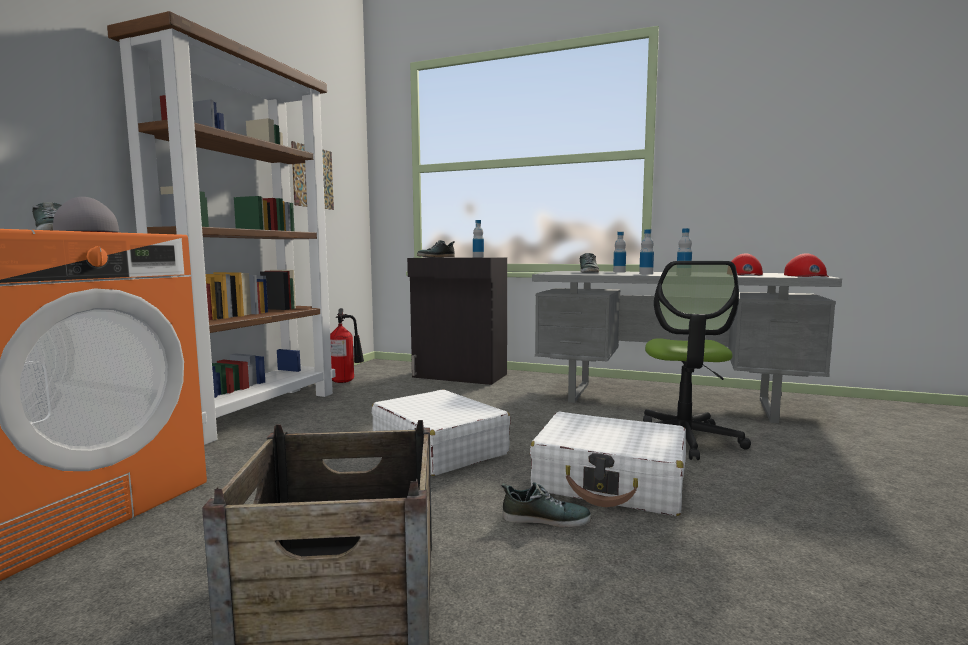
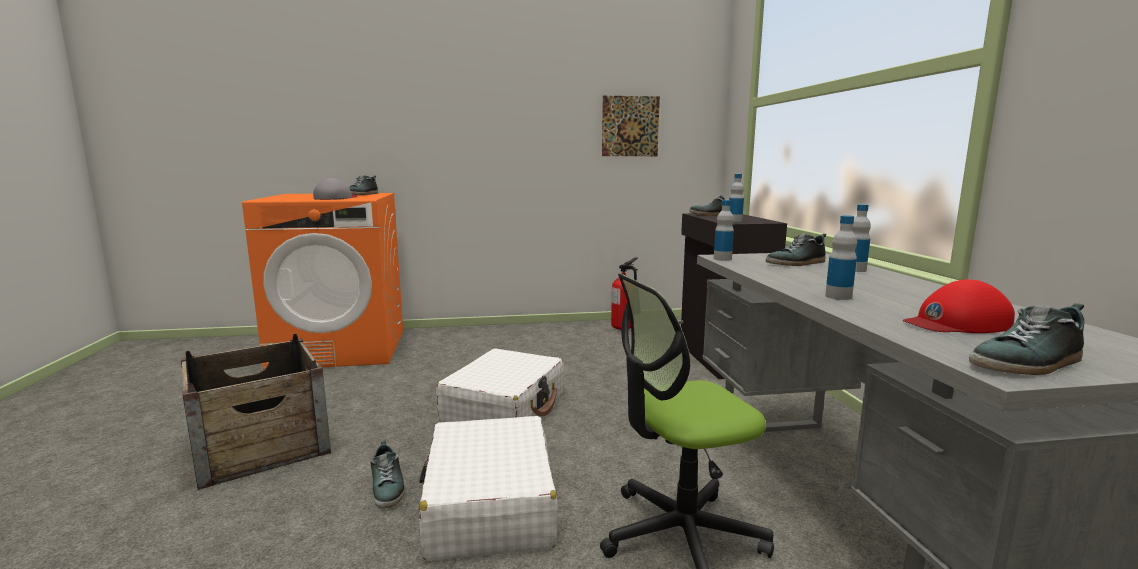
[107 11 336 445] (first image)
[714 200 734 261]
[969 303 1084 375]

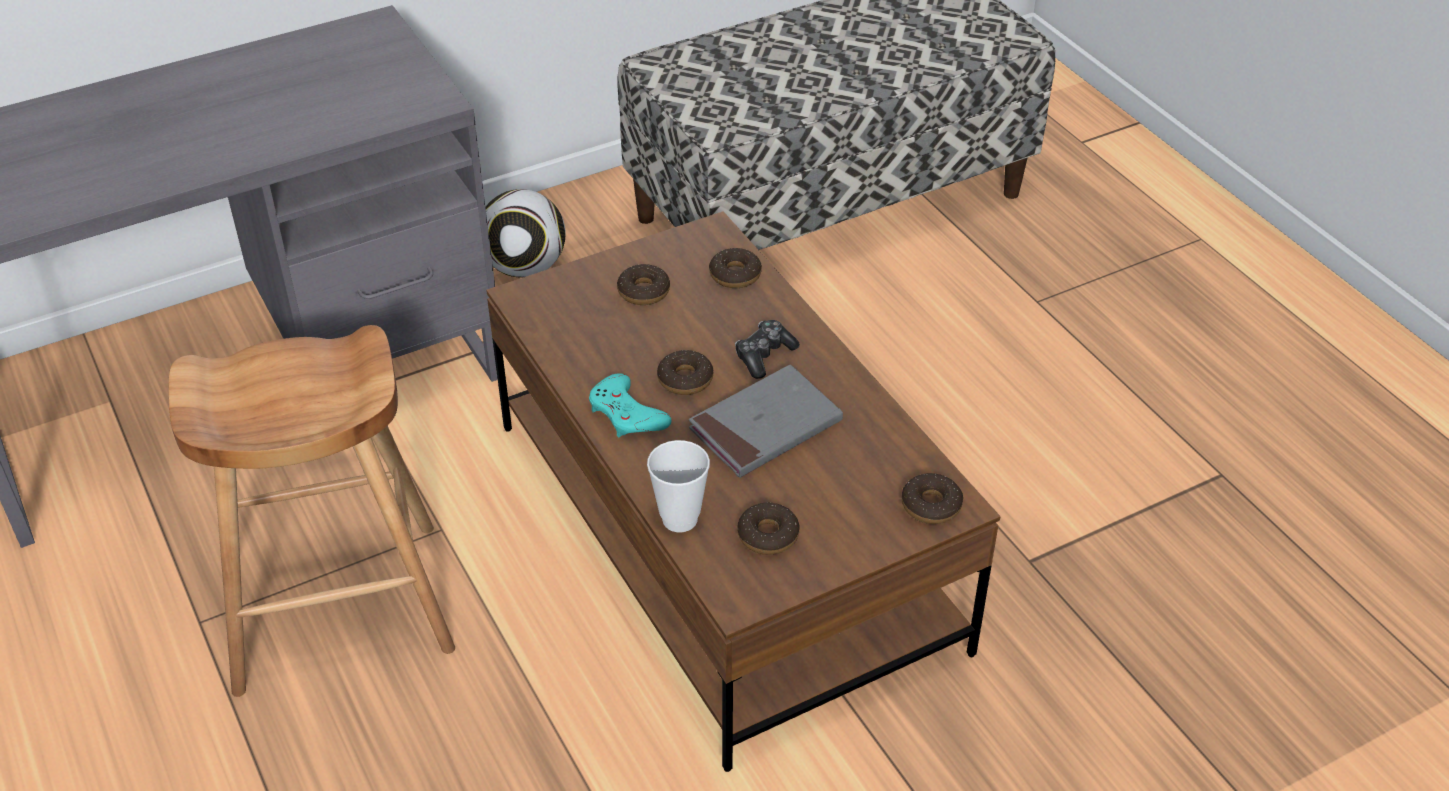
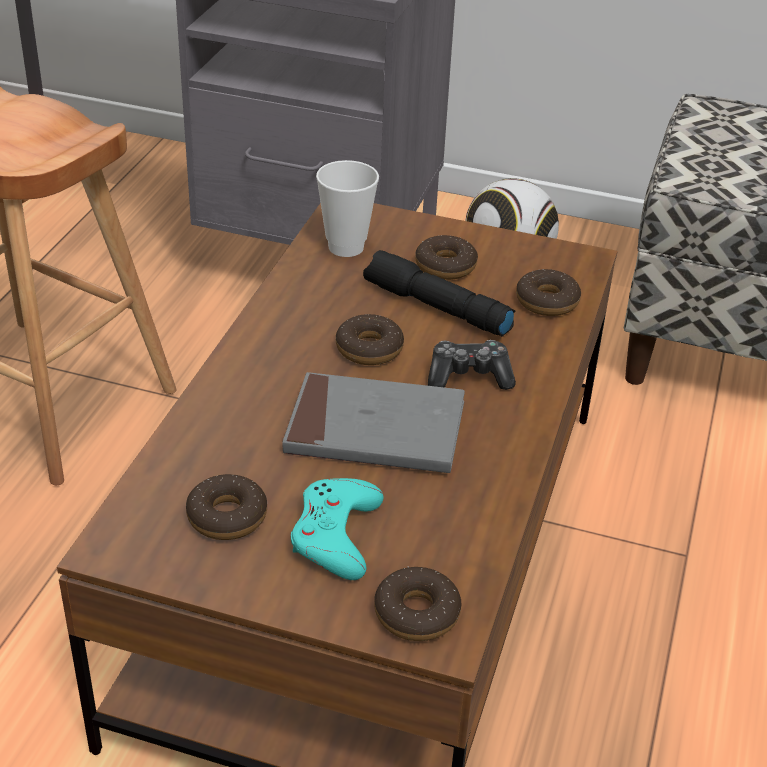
[291 478 384 580]
[316 160 379 257]
[363 250 515 337]

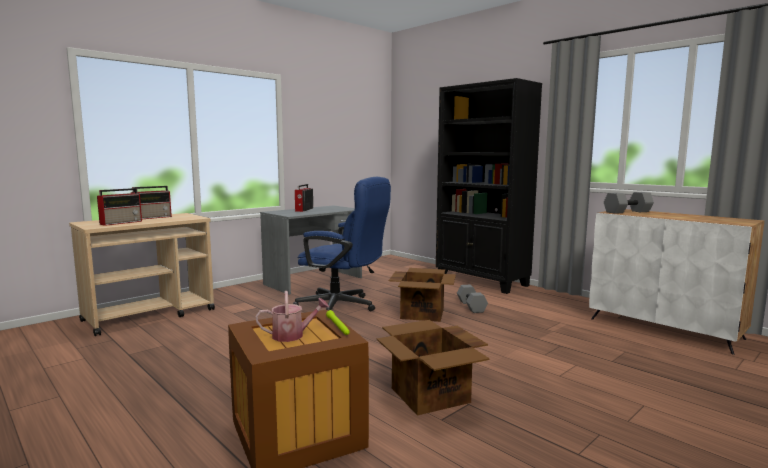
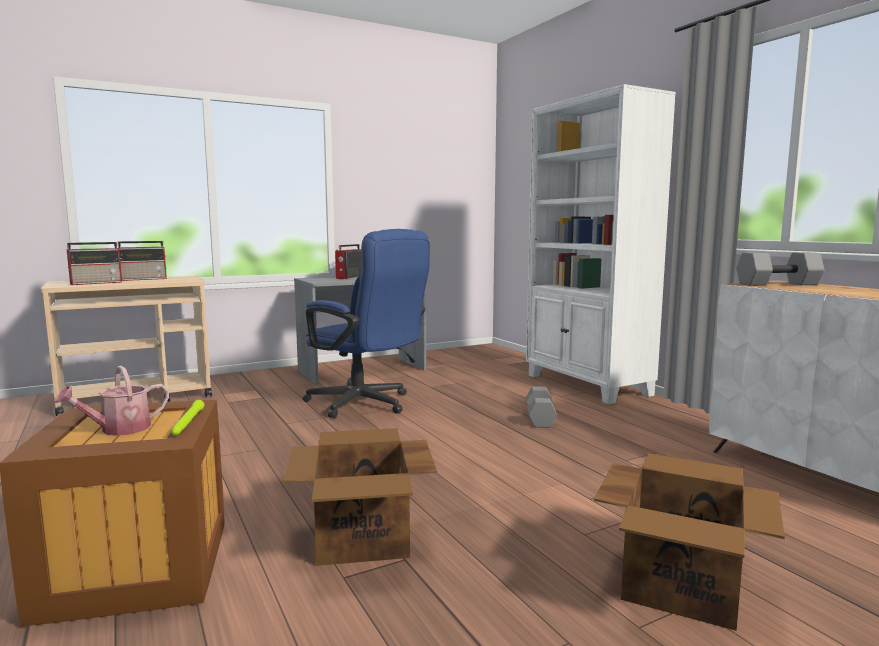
[526 84 676 405]
[594 453 785 631]
[55 366 169 436]

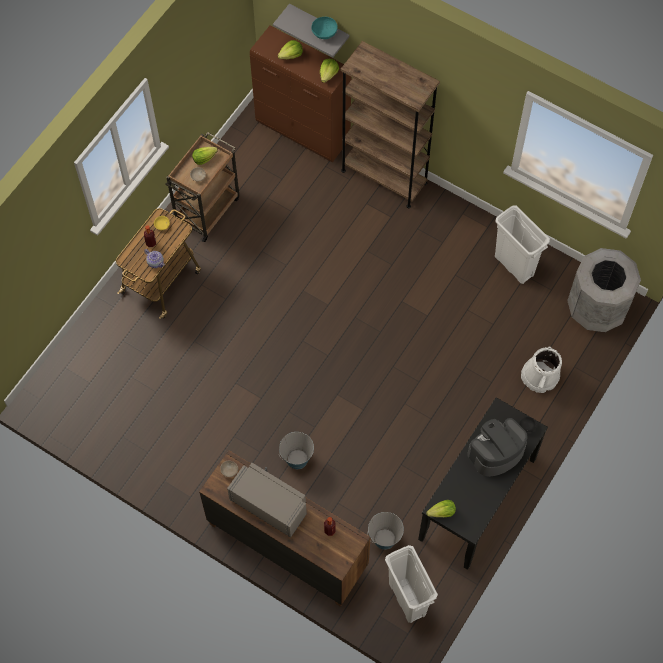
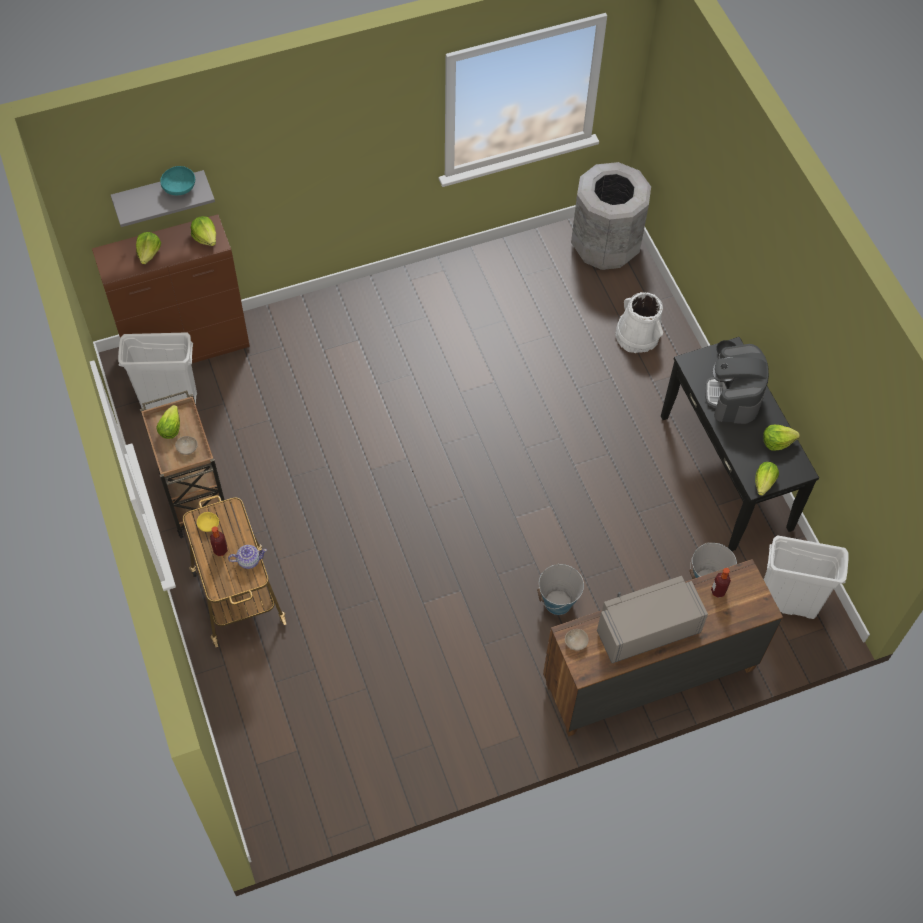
[340 41 440 208] (first image)
[118 332 197 410]
[763 425 800 451]

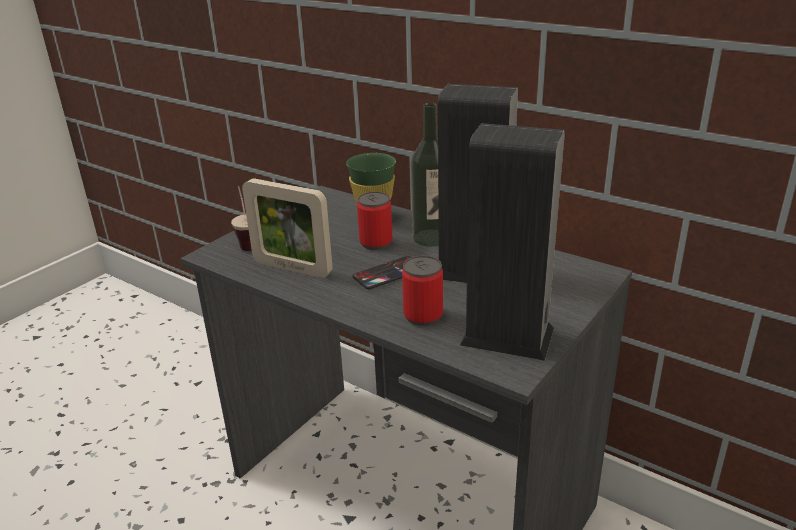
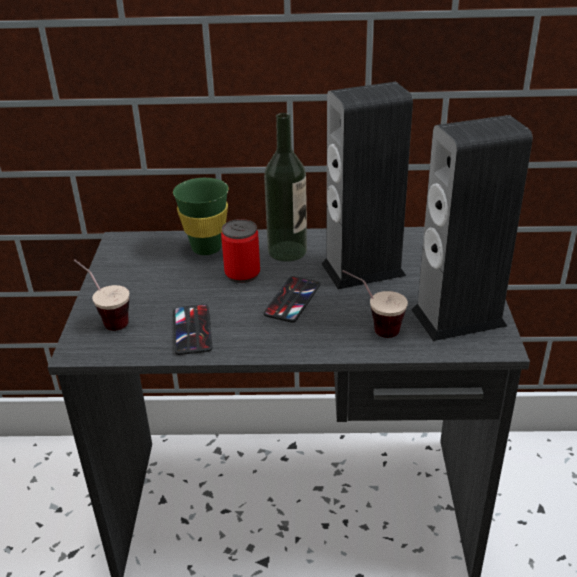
[173 304 213 355]
[342 270 408 338]

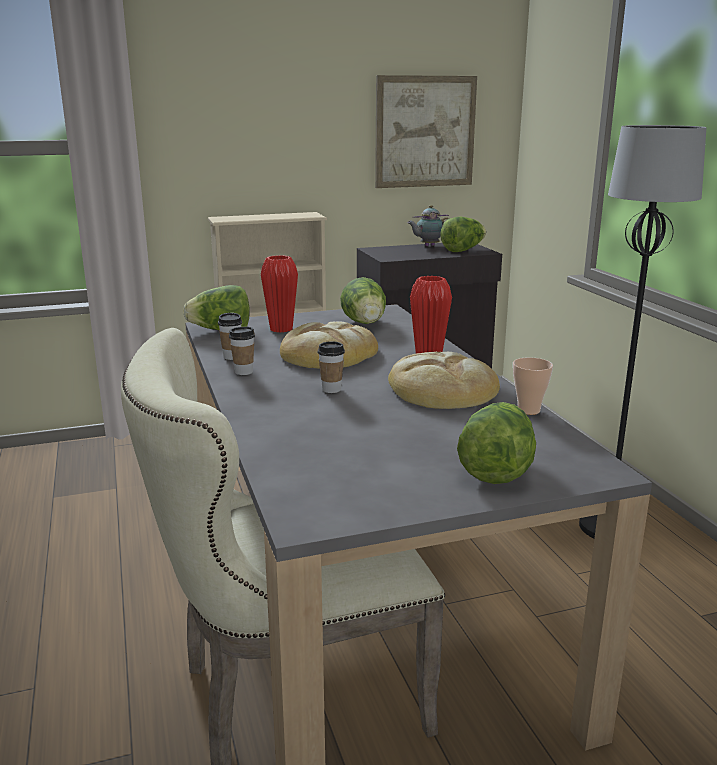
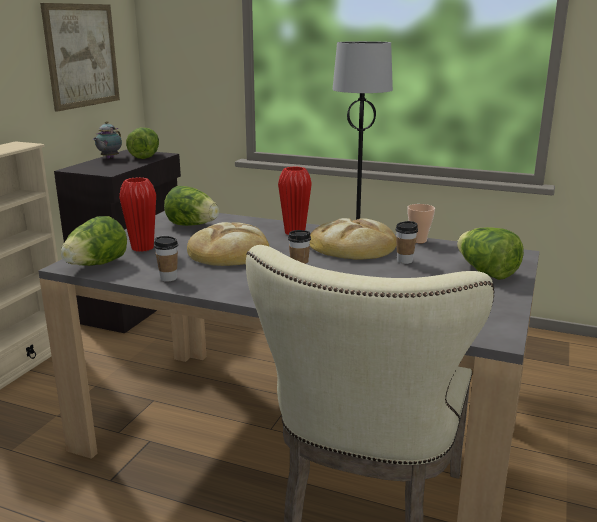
[396 221 418 264]

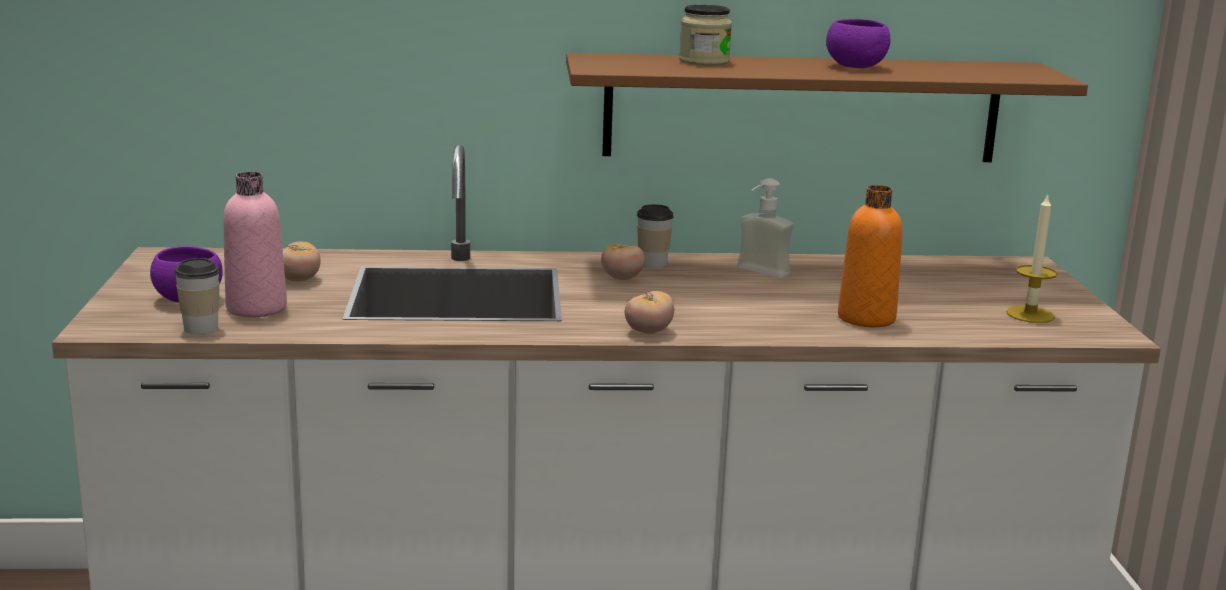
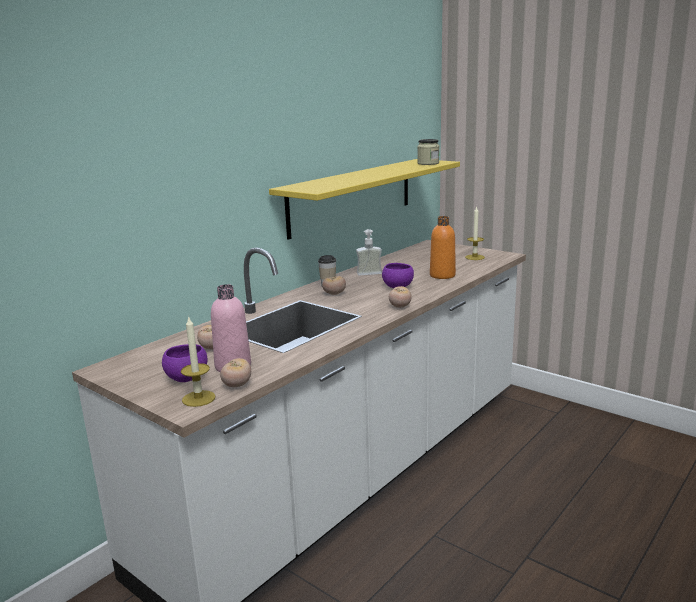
[417 139 439 165]
[382 263 414 288]
[269 159 460 240]
[220 358 251 387]
[181 316 215 407]

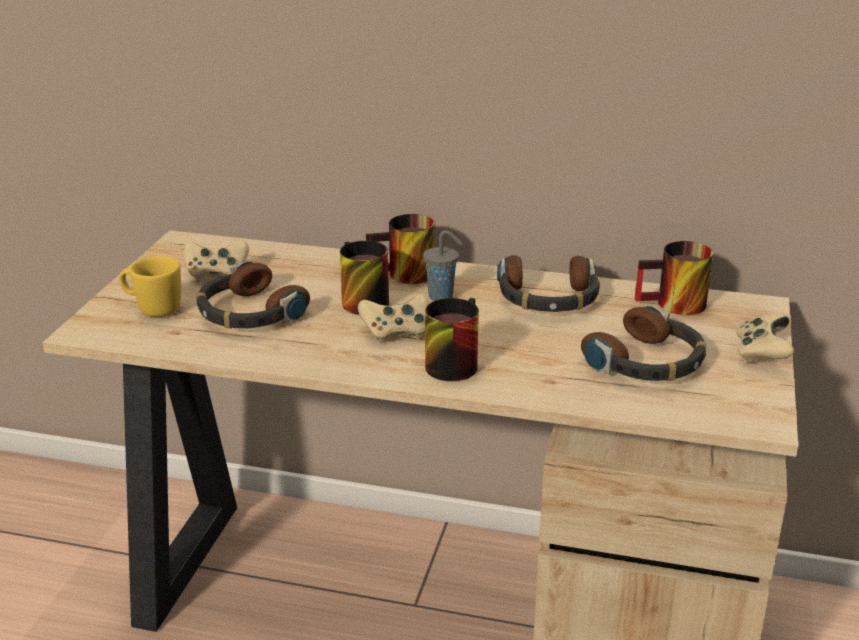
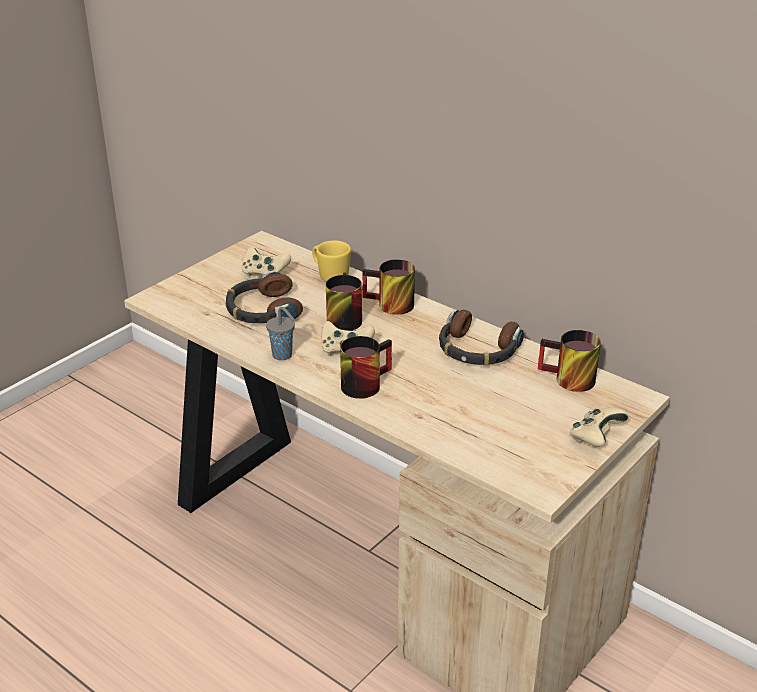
[266 307 295 360]
[312 240 351 282]
[581 305 707 381] (first image)

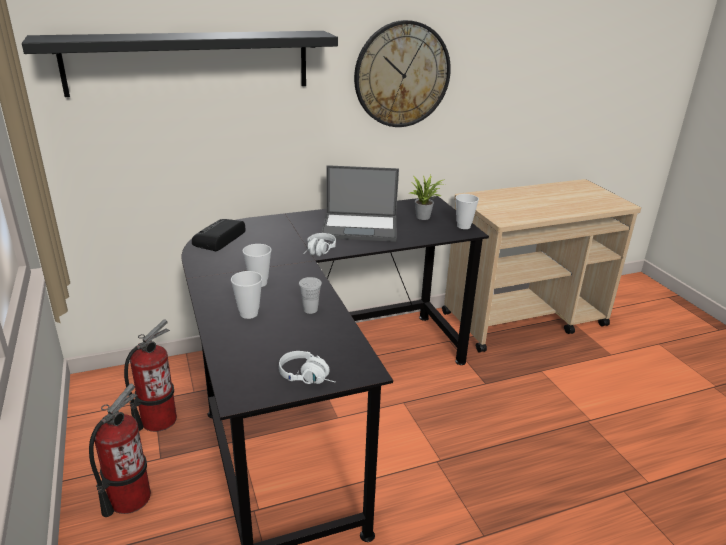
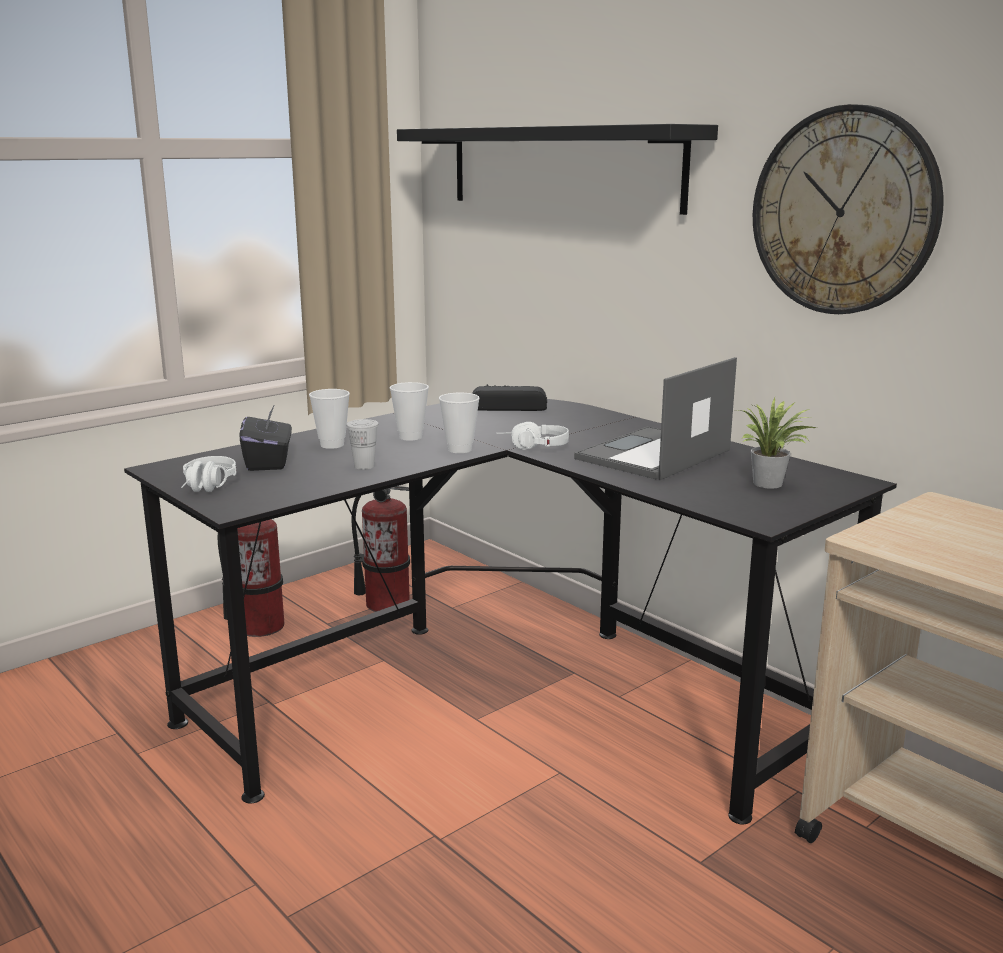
[574 357 737 480]
[439 393 480 453]
[240 404 292 471]

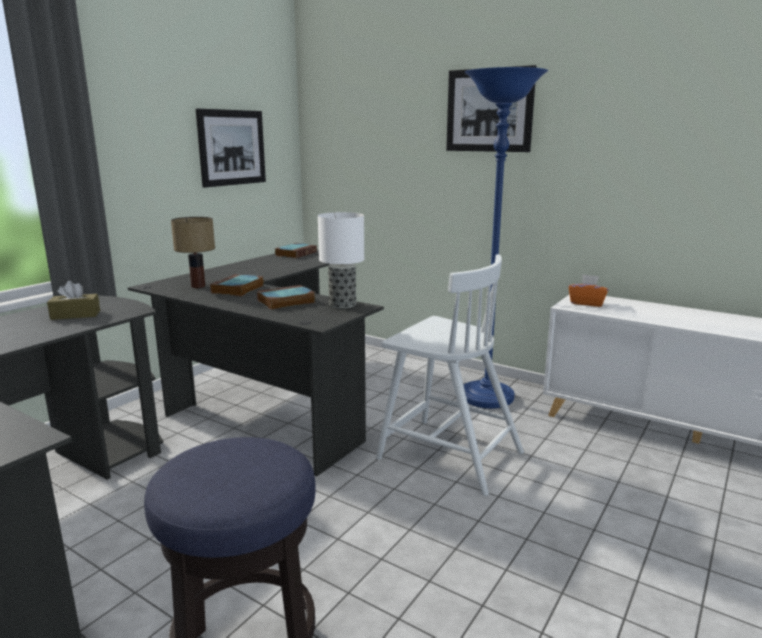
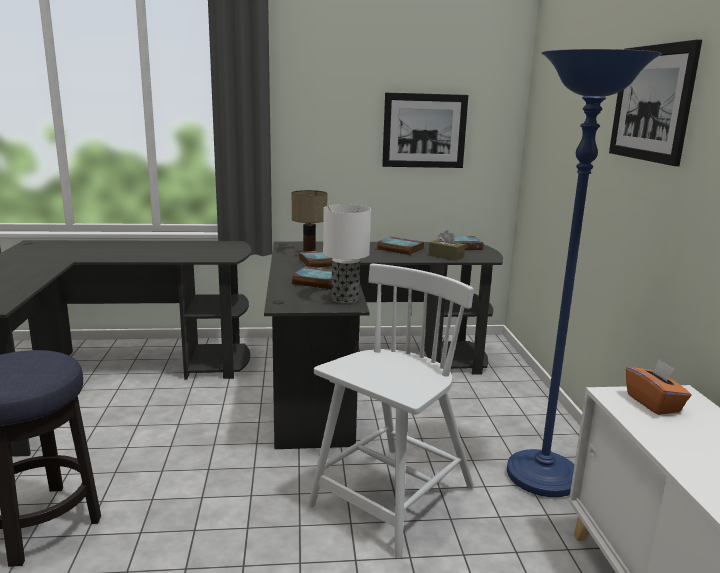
[308 263 474 558]
[429 230 465 261]
[377 237 424 255]

